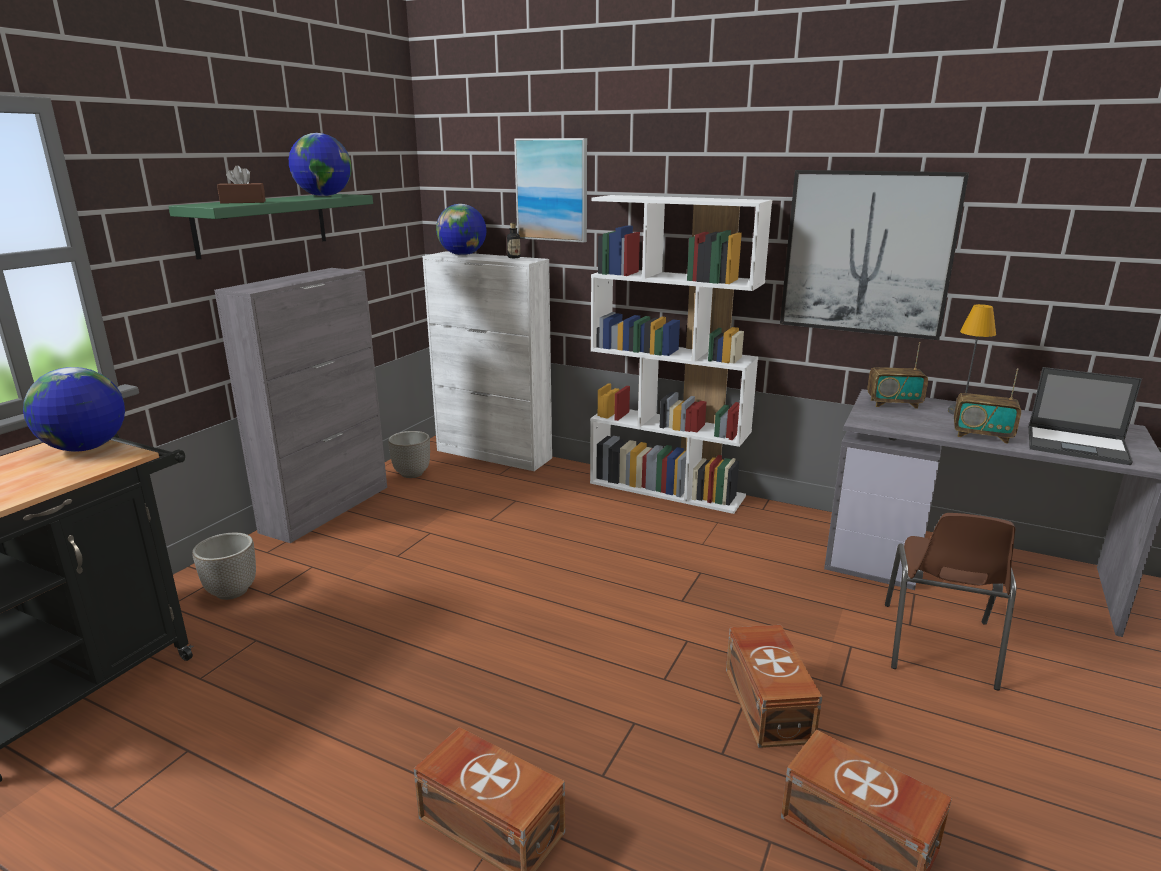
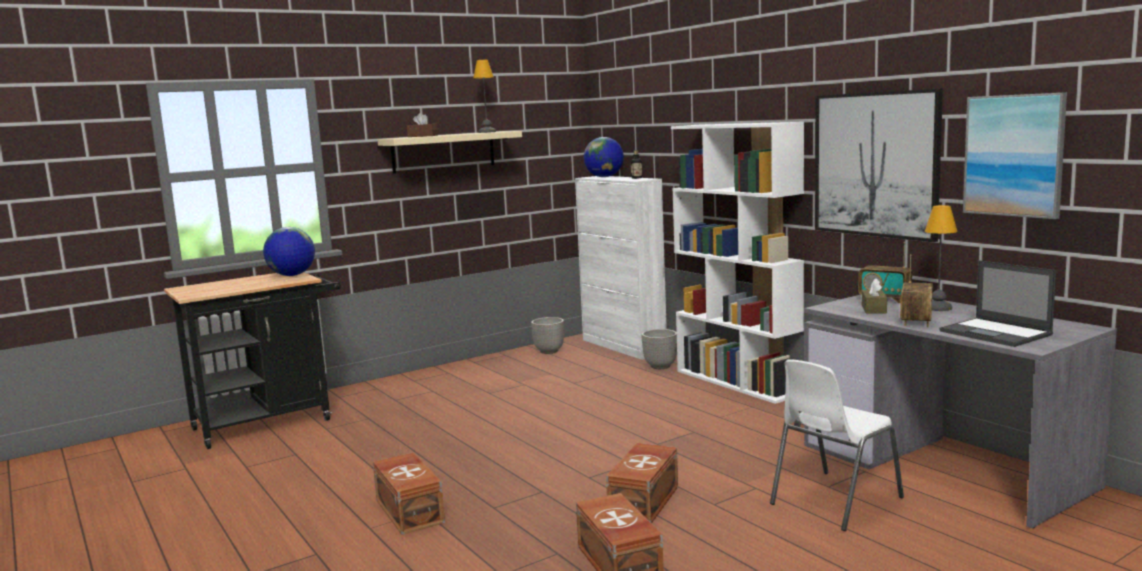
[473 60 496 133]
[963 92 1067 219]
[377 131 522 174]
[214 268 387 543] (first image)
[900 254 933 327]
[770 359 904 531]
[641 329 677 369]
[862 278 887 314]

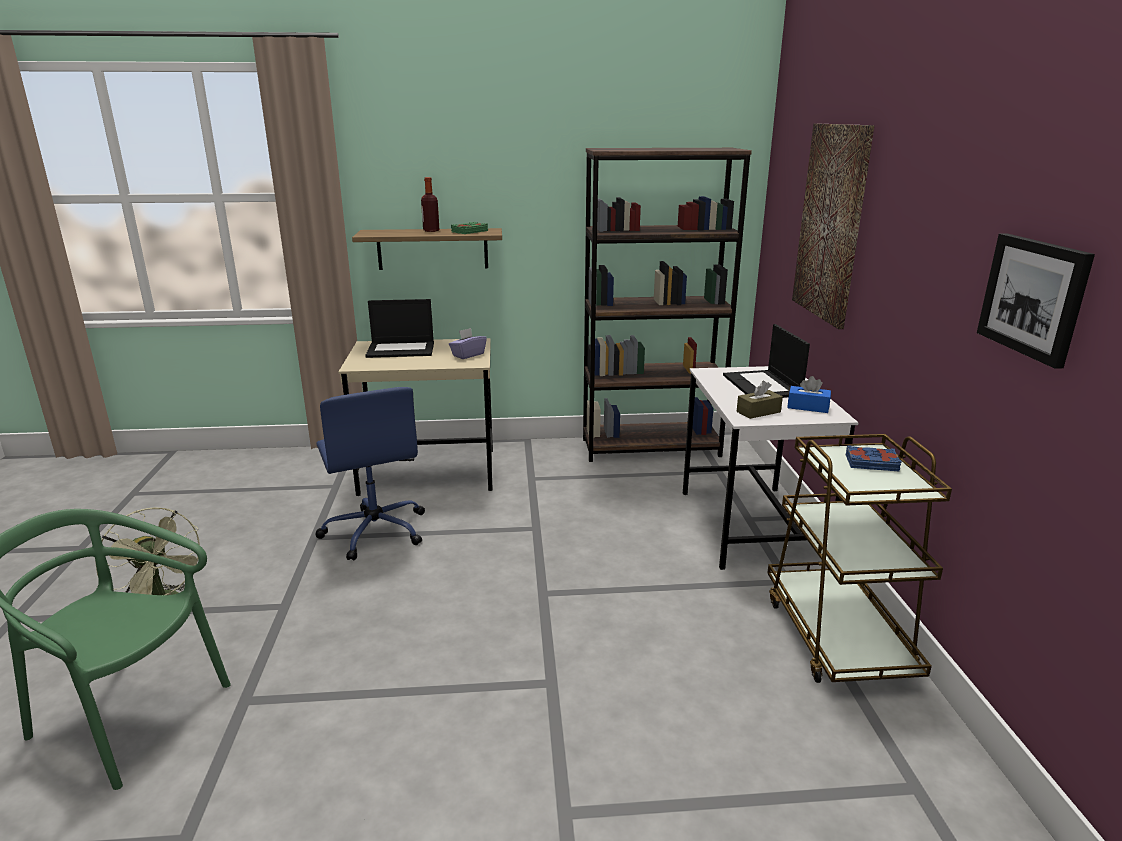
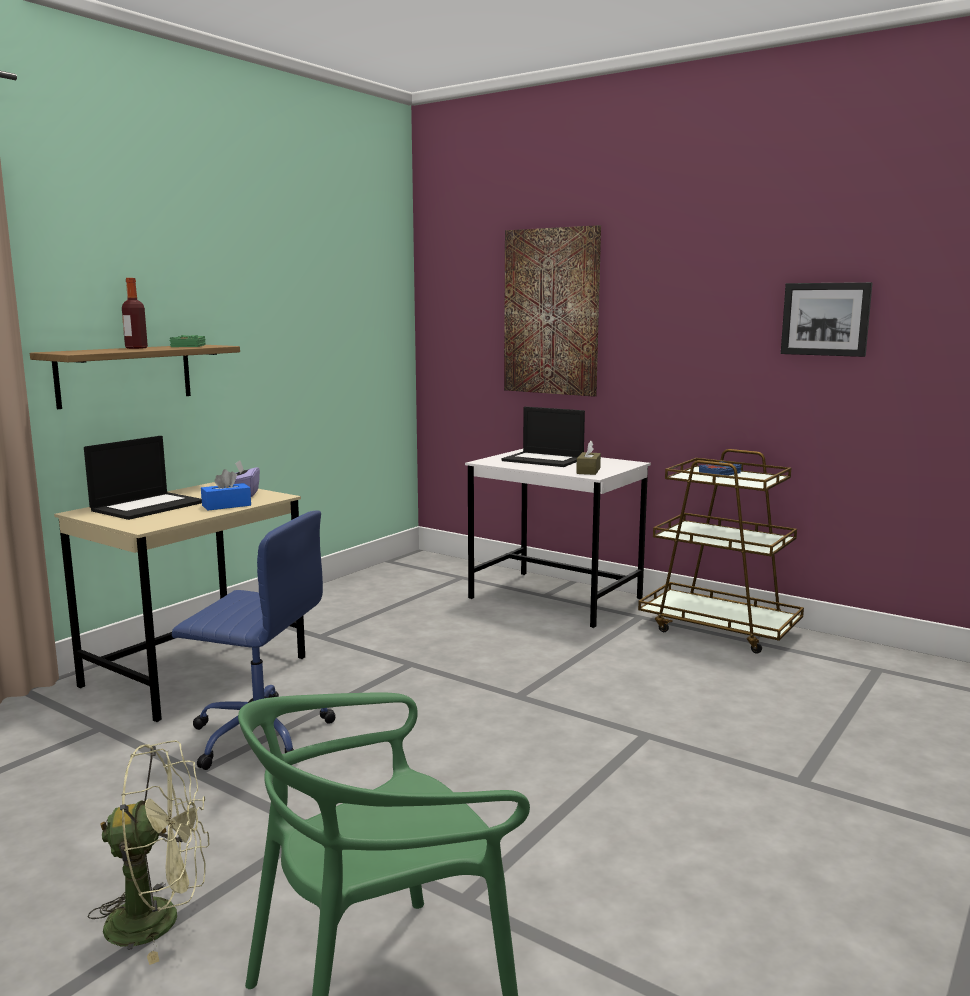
[583 148 752 462] (first image)
[201 469 251 510]

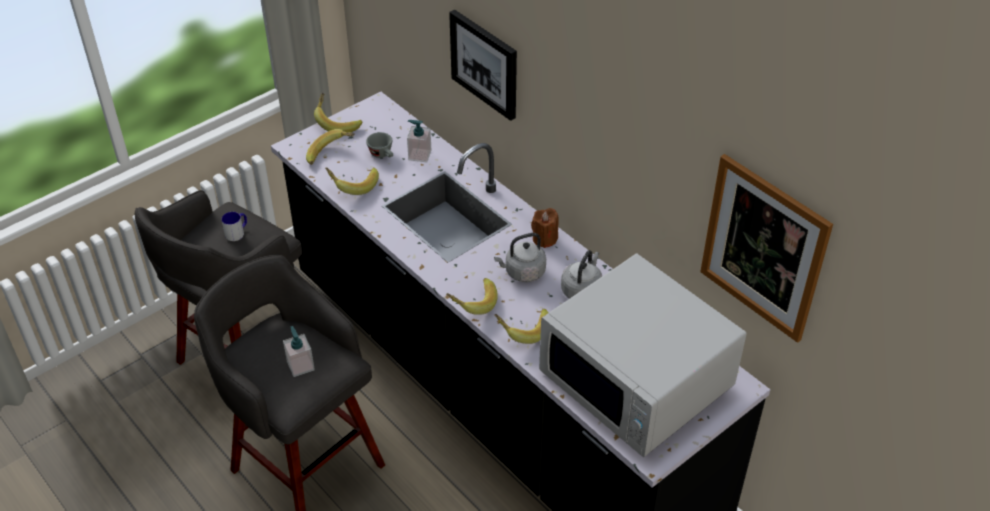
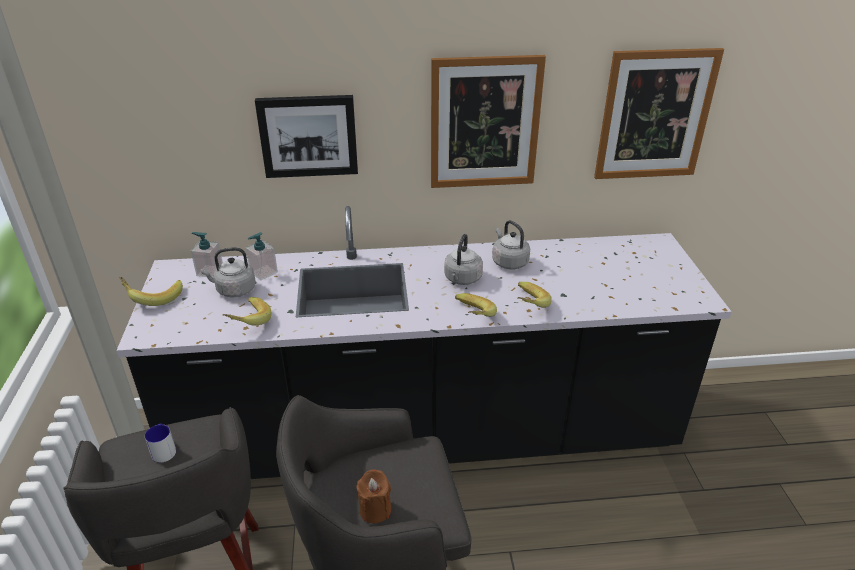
[306 129 354 165] (first image)
[201 247 256 297]
[356 469 391 523]
[539 253 747 457] (first image)
[191 232 223 278]
[431 55 546 188]

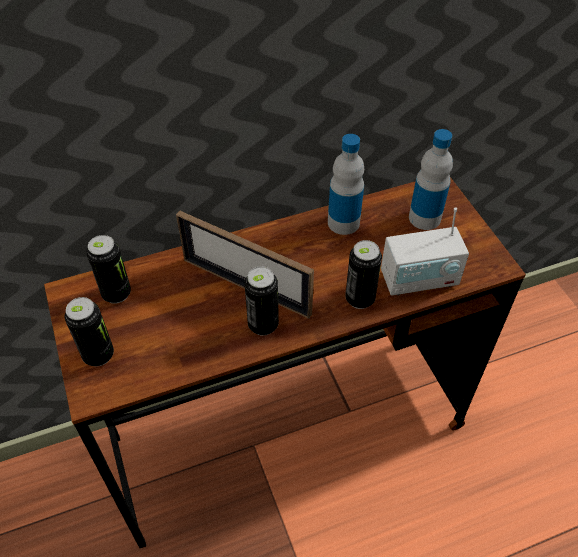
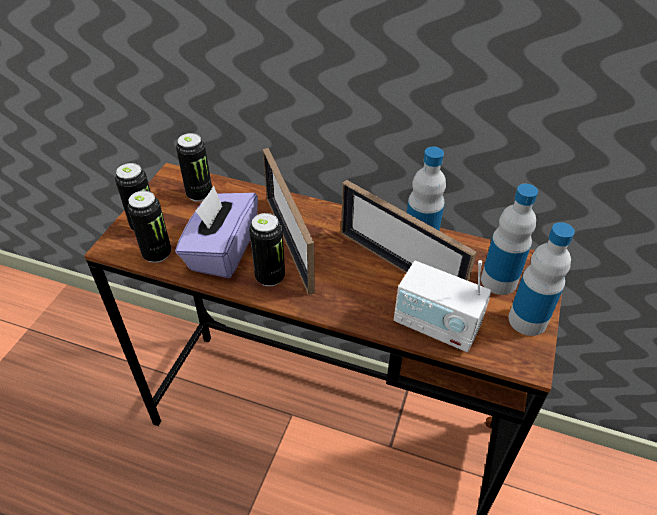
[127 191 171 263]
[341 180 477 281]
[175 186 258 278]
[508 222 575 336]

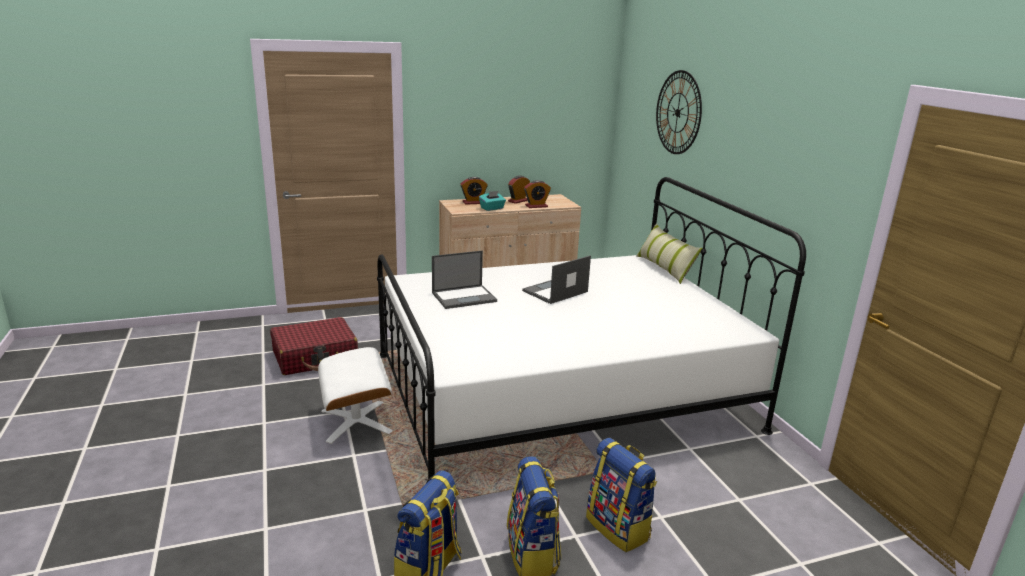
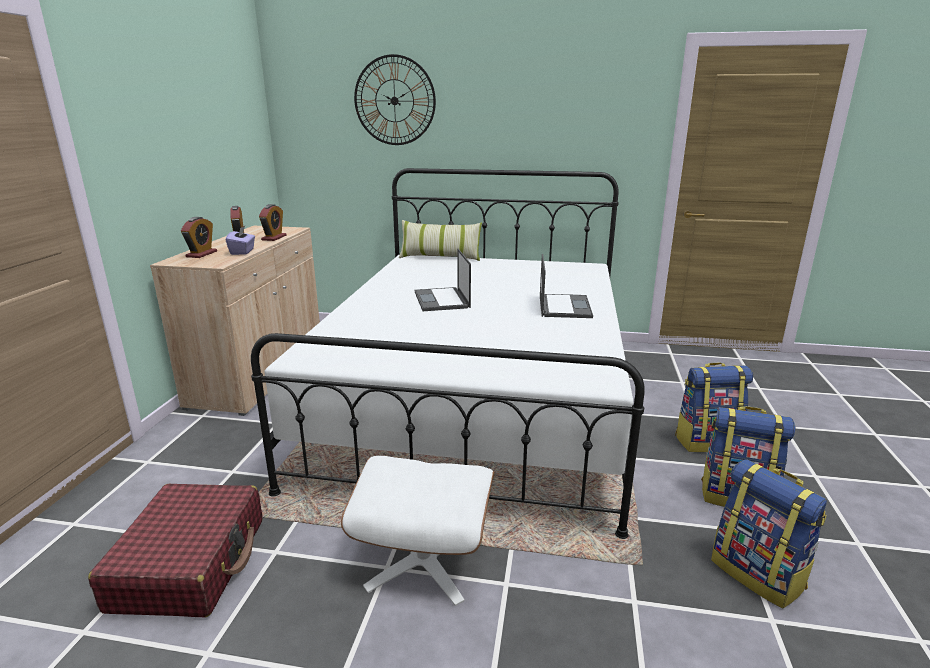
[226 226 255 255]
[540 254 593 318]

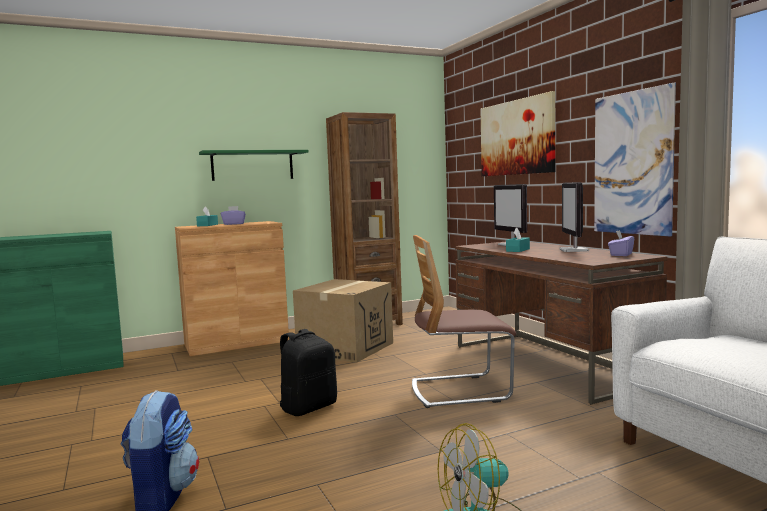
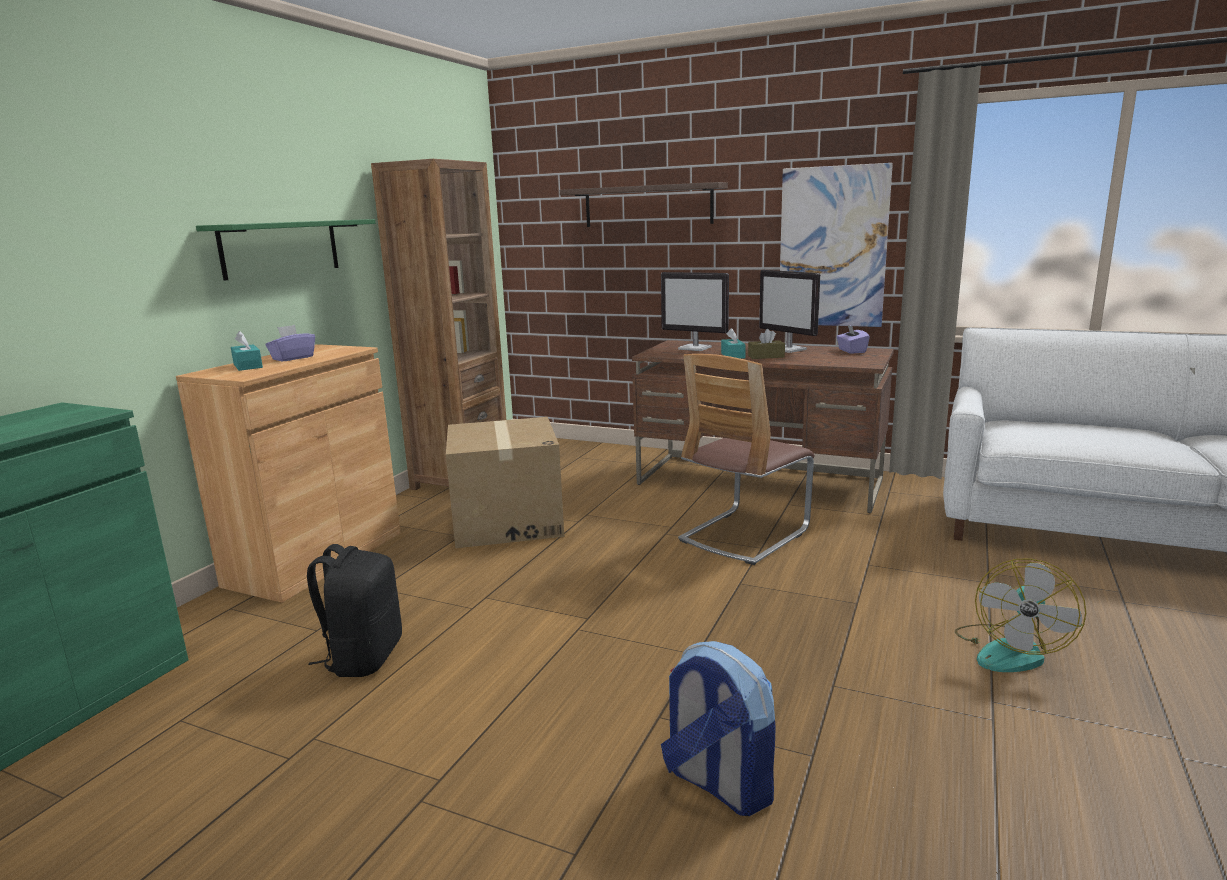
[560 182 728 227]
[307 544 402 677]
[748 329 785 359]

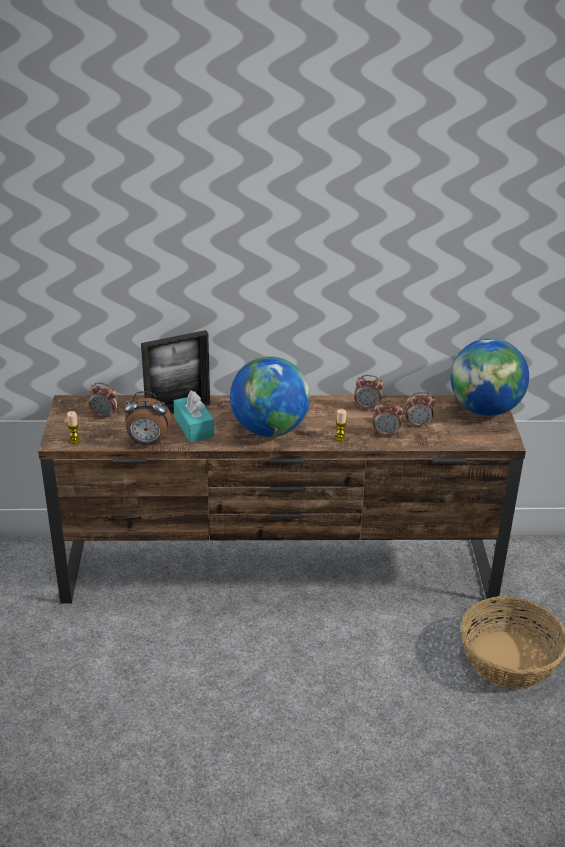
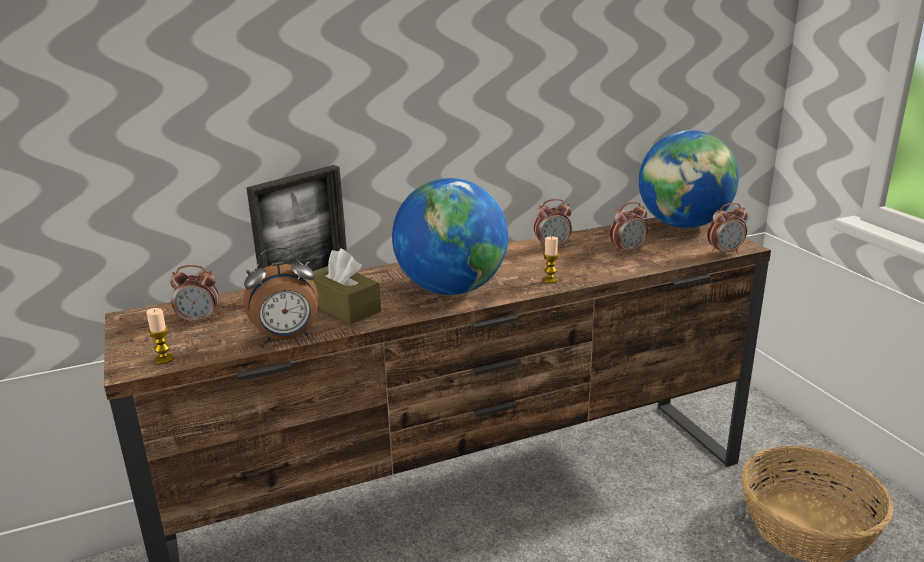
[313 249 381 324]
[707 203 748 255]

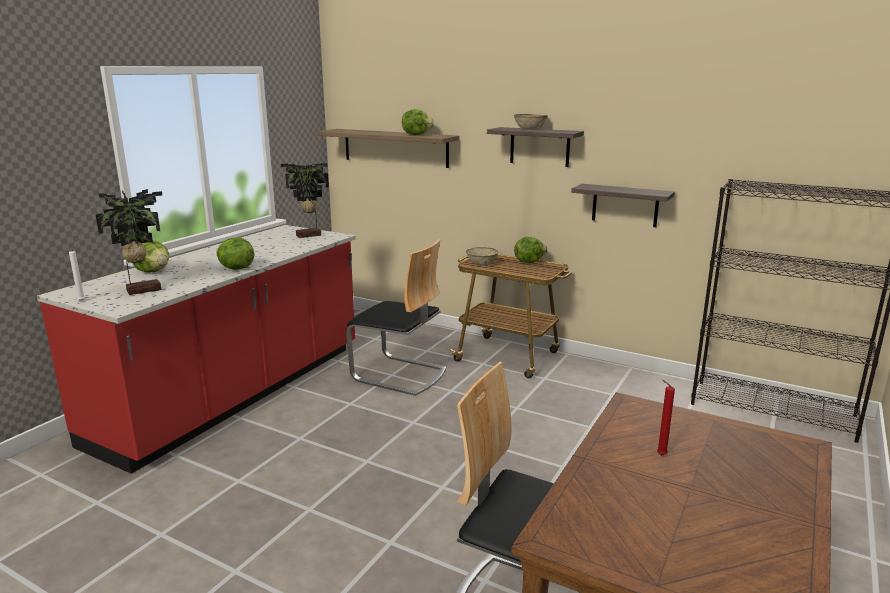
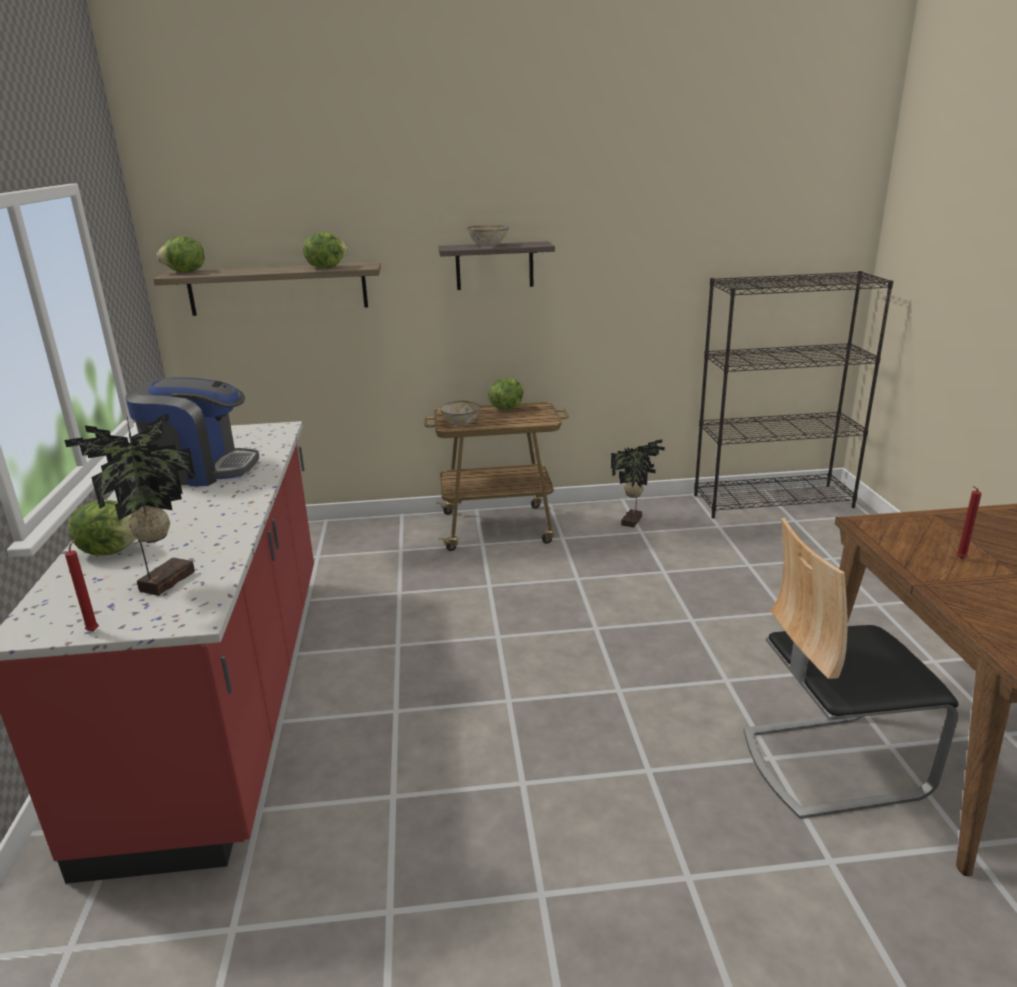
[611 440 665 528]
[571 184 675 227] (first image)
[157 236 205 272]
[346 239 446 396] (first image)
[65 539 99 632]
[126 377 259 486]

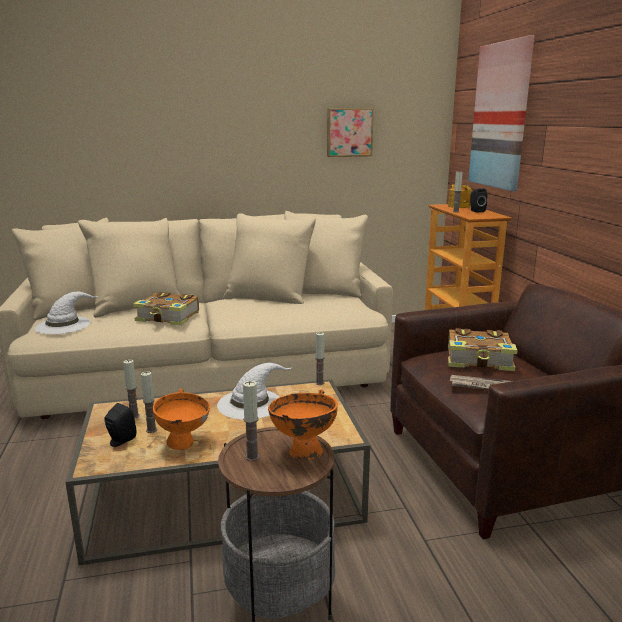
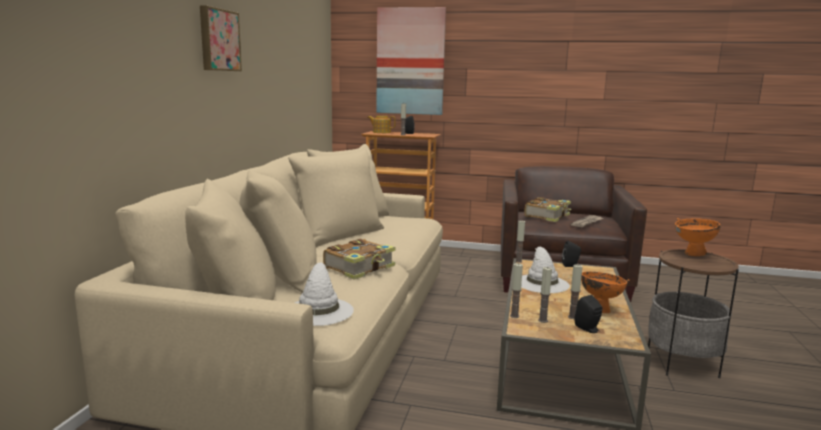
[200 5 242 71]
[510 263 523 318]
[562 241 581 267]

